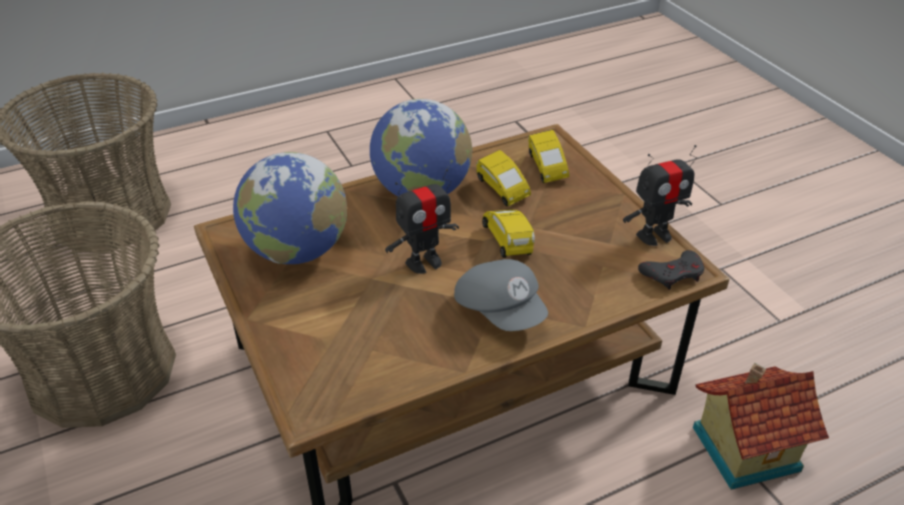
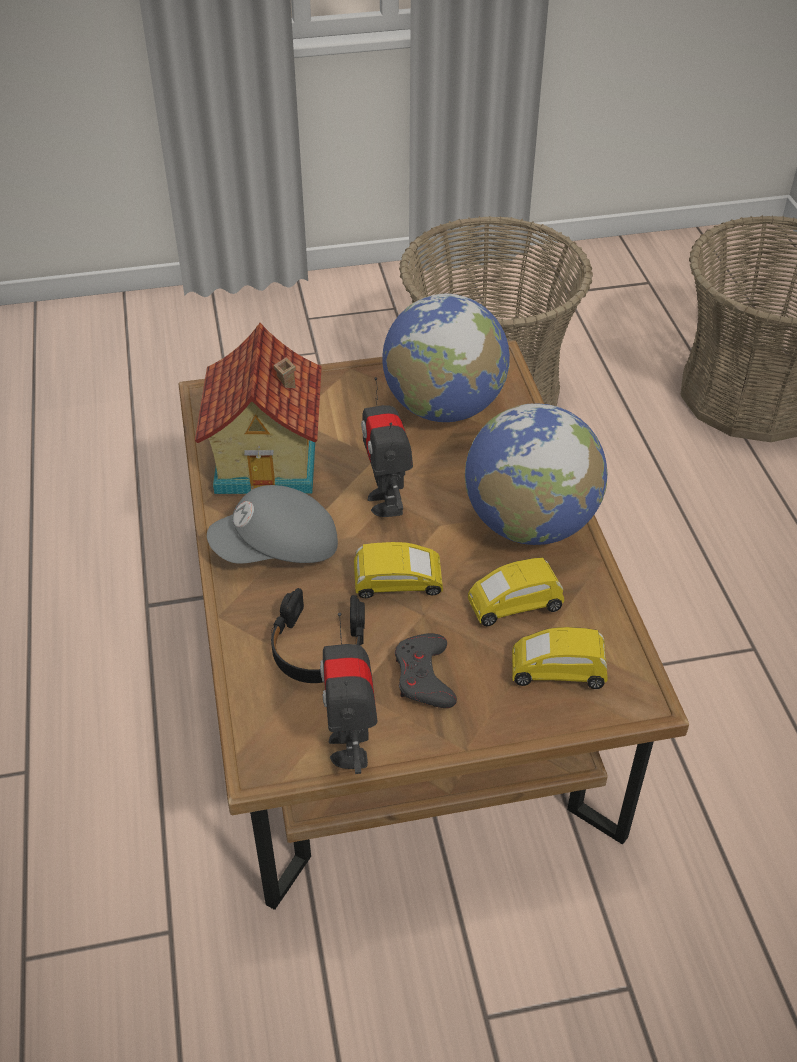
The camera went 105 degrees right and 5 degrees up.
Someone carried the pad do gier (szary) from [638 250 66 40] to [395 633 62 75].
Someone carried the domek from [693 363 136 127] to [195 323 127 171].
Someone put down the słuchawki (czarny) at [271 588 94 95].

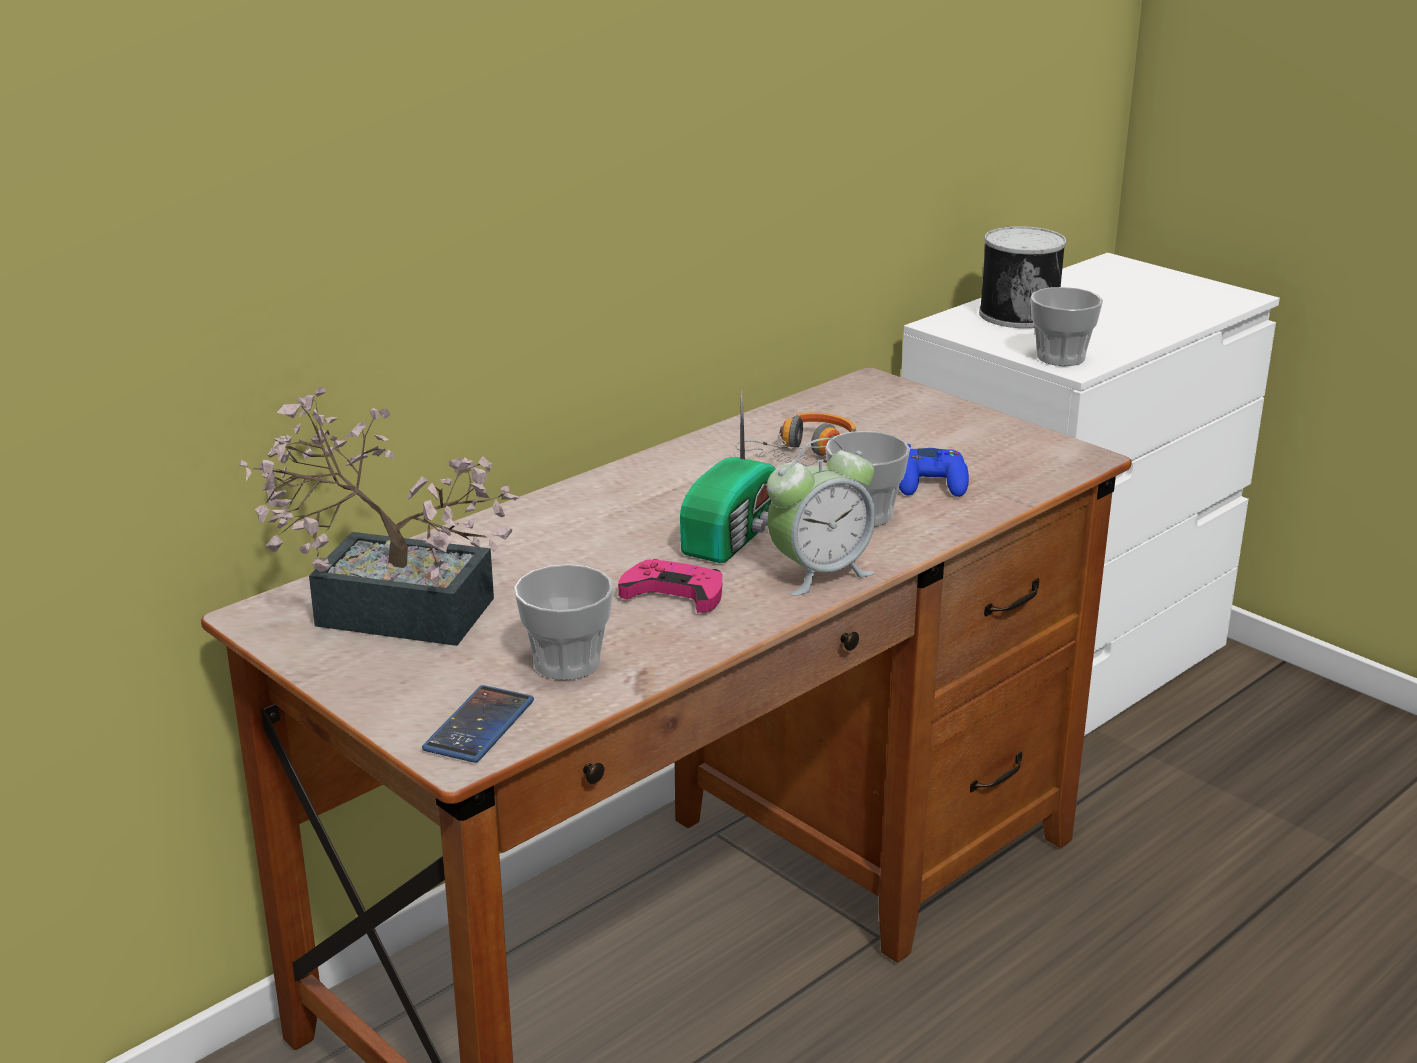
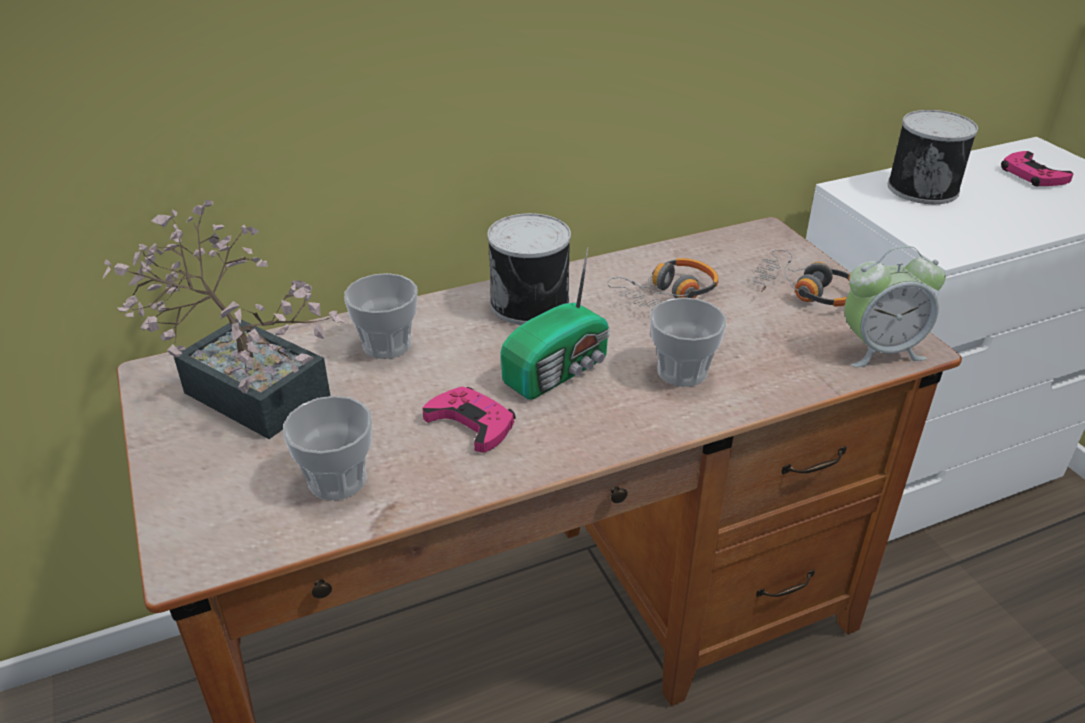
The camera went 20 degrees right and 10 degrees up.
Someone took away the telefon at [422 685 112 78].
Someone carried the budzik from [767 438 109 158] to [845 246 101 121].
Someone took away the pad do gier (niebieski) at [899 444 70 53].
Someone carried the filiżanka from [1030 287 73 79] to [344 273 74 86].
Someone put down the puszka at [487 213 84 112].
Someone put down the słuchawki at [753 250 98 57].
Someone put down the pad do gier (różowy) at [1001 151 72 35].

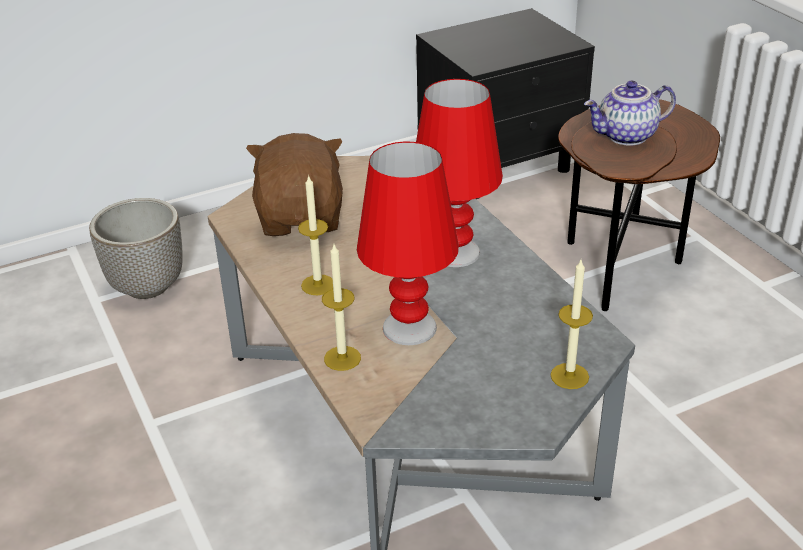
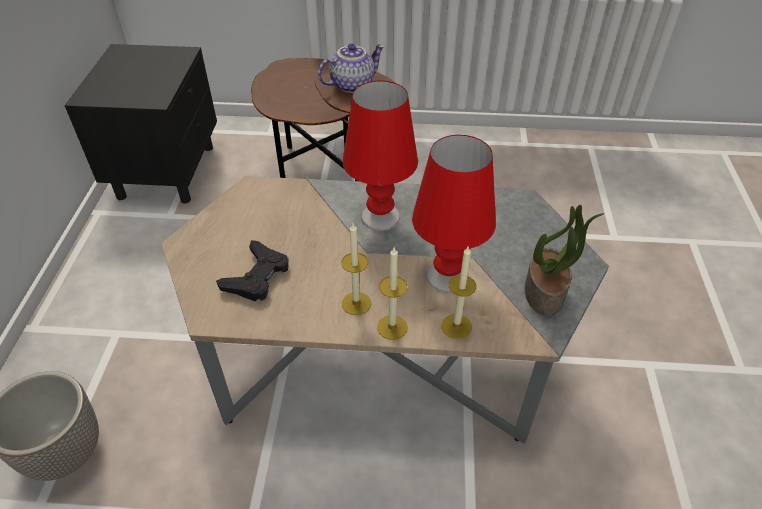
The camera went 60 degrees left and 10 degrees up.
Someone swapped the pluszak (brązowy) at [246 133 97 103] for the pad do gier (czarny) at [216 240 73 61].
Someone carried the świeca from [550 260 43 129] to [377 248 31 92].
Someone rotated the imbryk at [584 81 92 65] by 135 degrees counterclockwise.
Someone put down the roślina doniczkowa at [525 205 80 111].

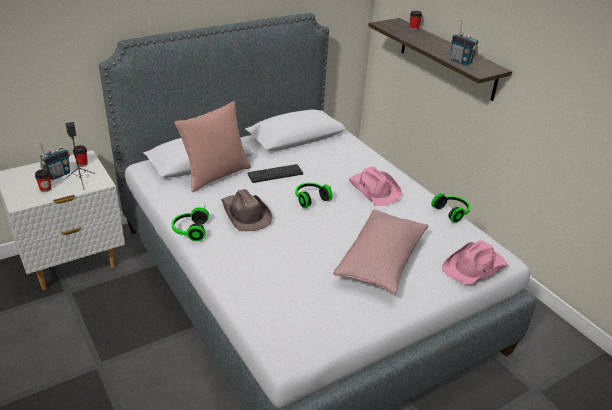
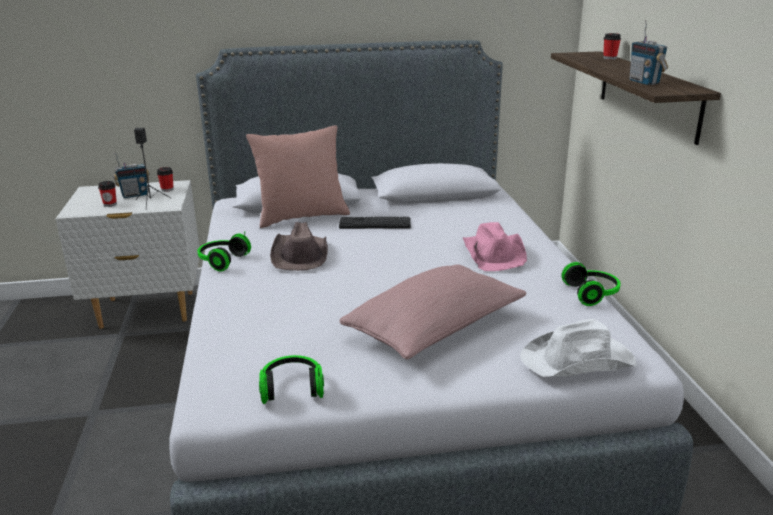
The camera went 25 degrees right and 10 degrees down.
Someone carried the słuchawki from [296 183 36 26] to [259 355 65 49].
Someone repainted the kapelusz (różowy) at [442 240 66 44], which became the kapelusz (biały) at [520 319 117 58].

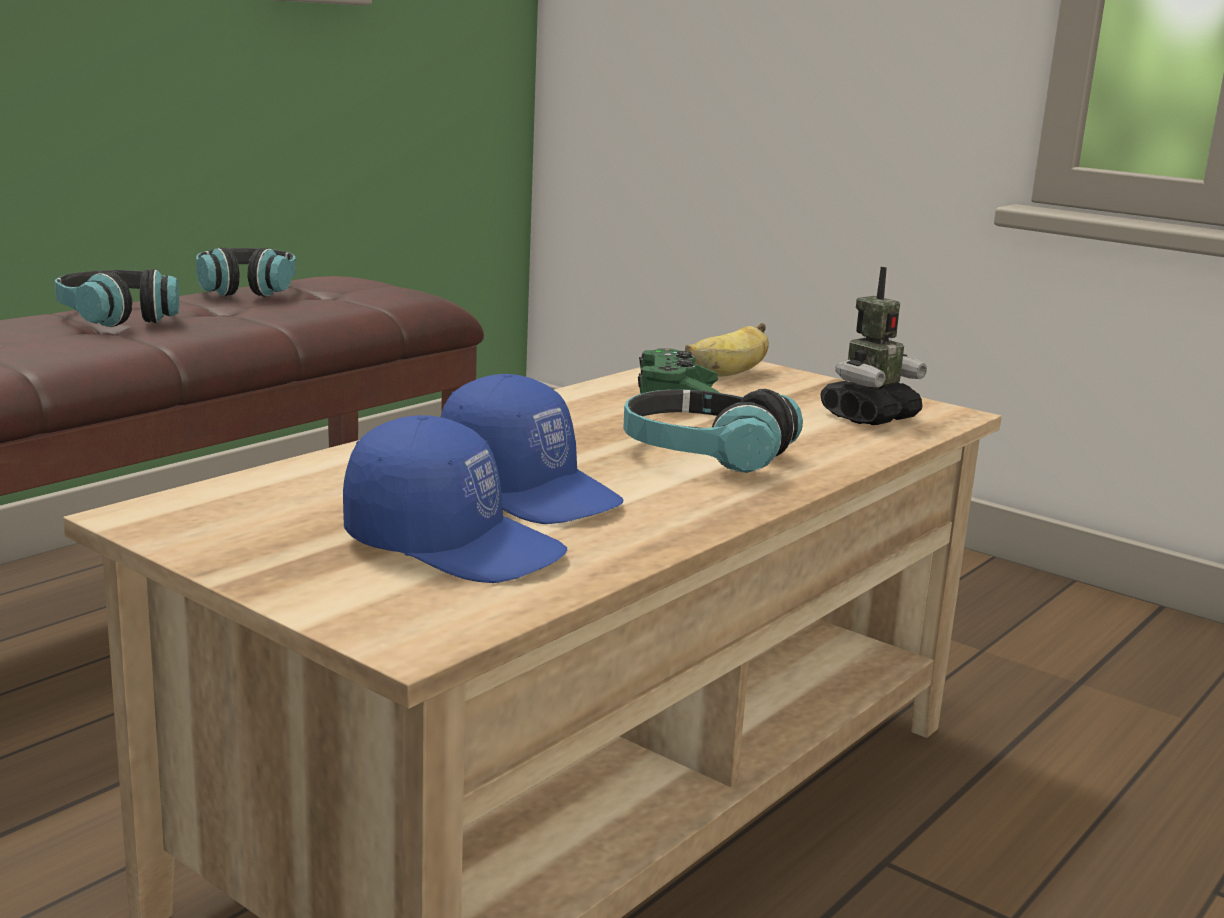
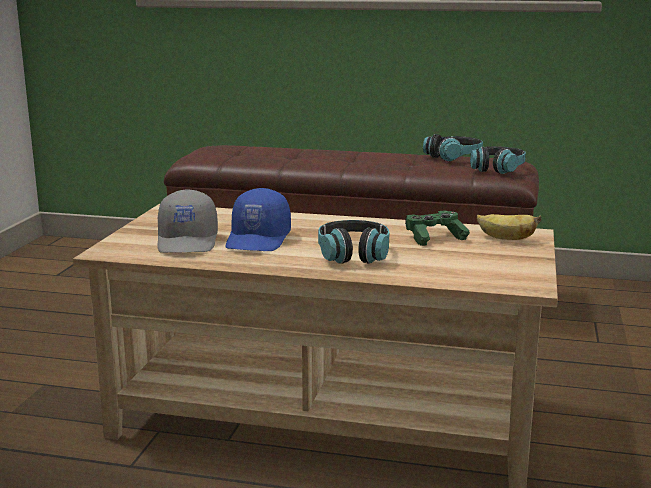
The camera went 65 degrees right and 0 degrees up.
Someone carried the słuchawki from [54 269 125 58] to [470 146 56 28].
Someone repainted the czapka z daszkiem (niebieski) at [343 415 224 168], which became the czapka z daszkiem (szary) at [157 189 61 64].
Someone took away the robot zabawkowy at [820 267 107 158].

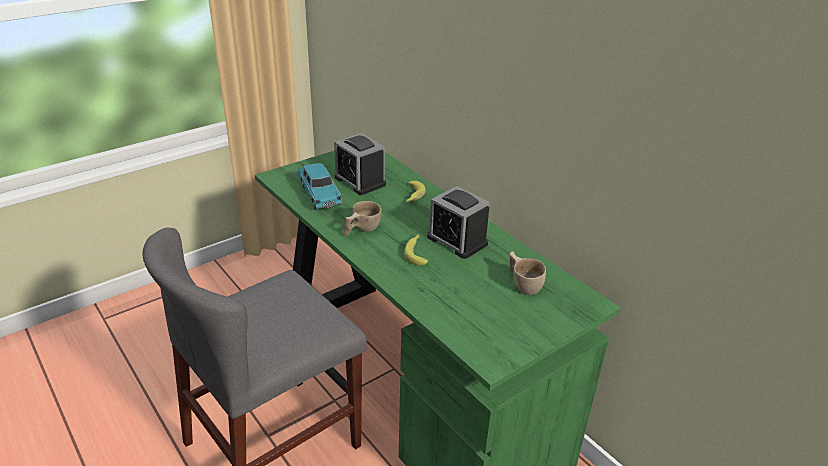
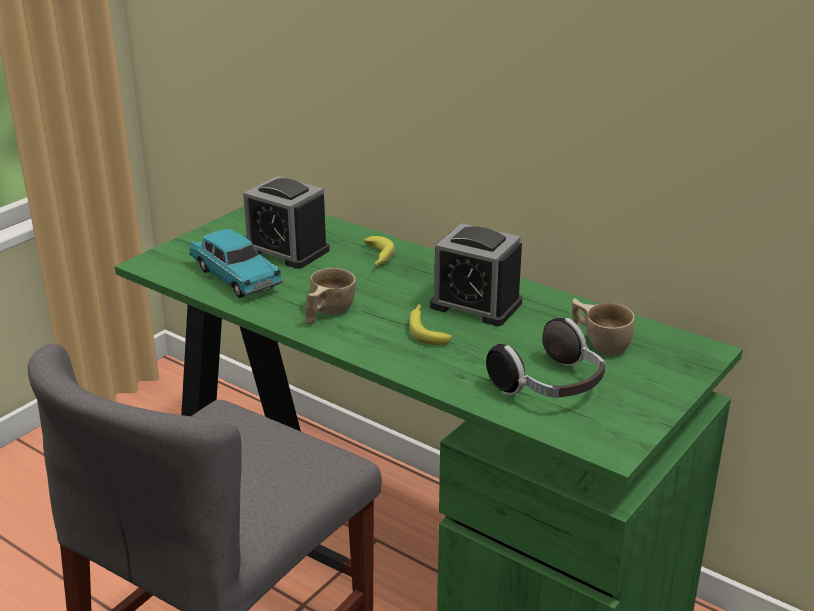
The camera went 15 degrees left and 5 degrees down.
Someone put down the słuchawki at [486 318 119 80].

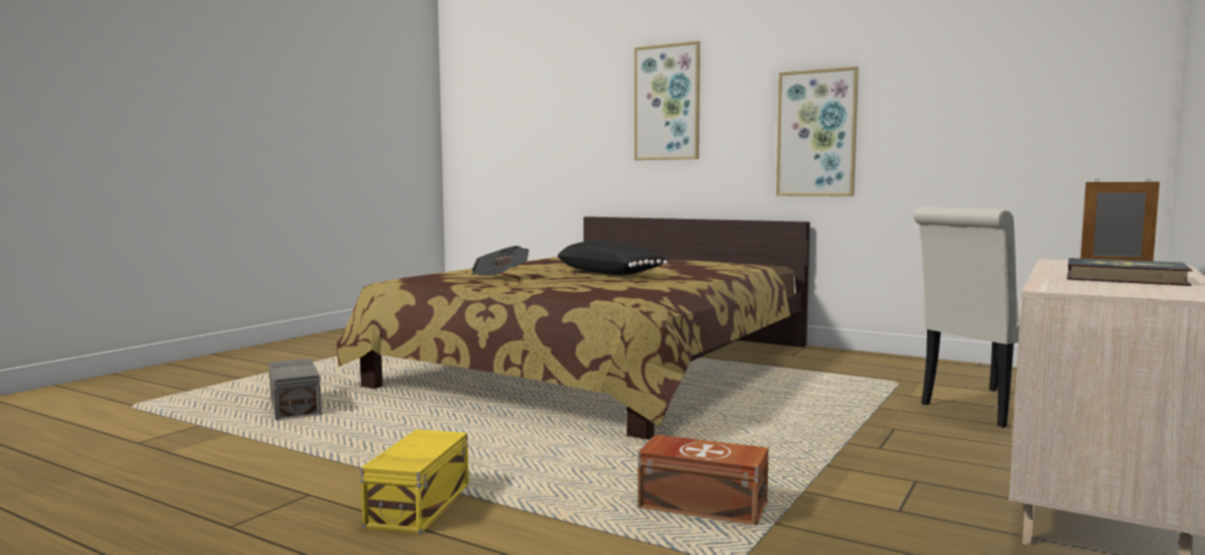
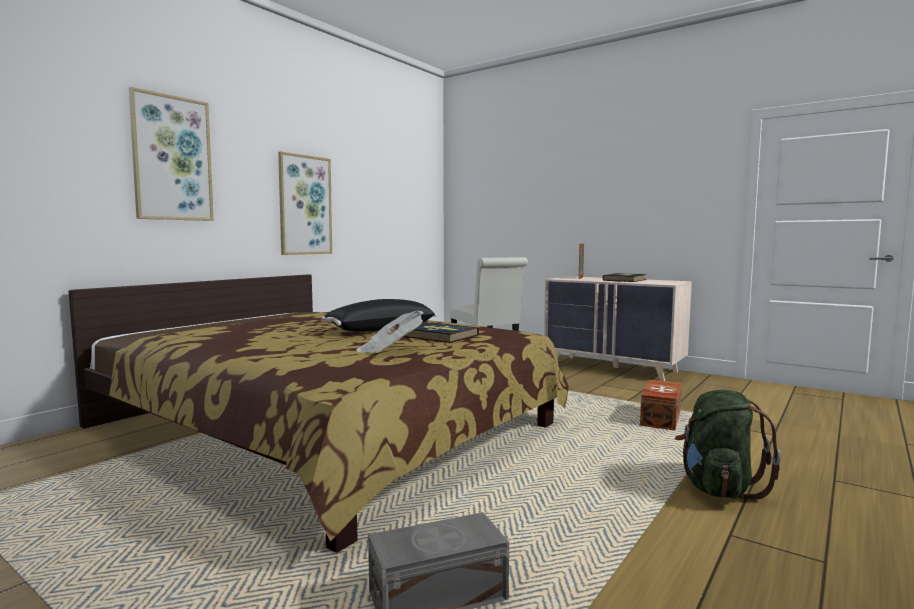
The camera went 85 degrees left and 0 degrees up.
Someone swapped the pojemnik do przechowywania (żółty) at [360 429 109 105] for the plecak (zielony) at [675 390 106 110].
Someone put down the książka at [404 322 75 21].

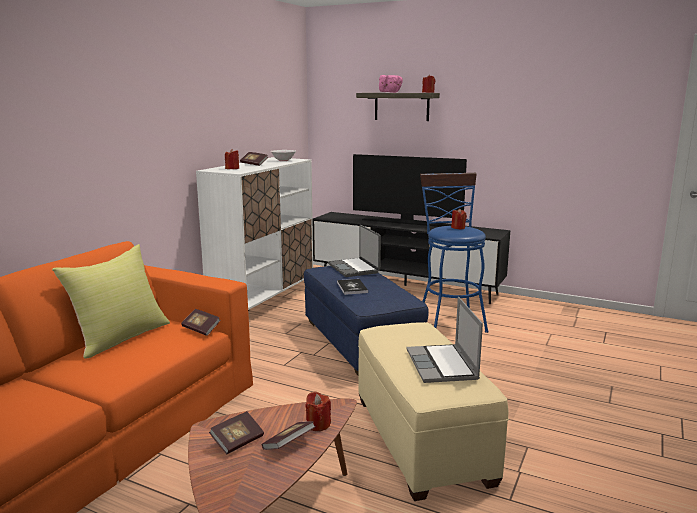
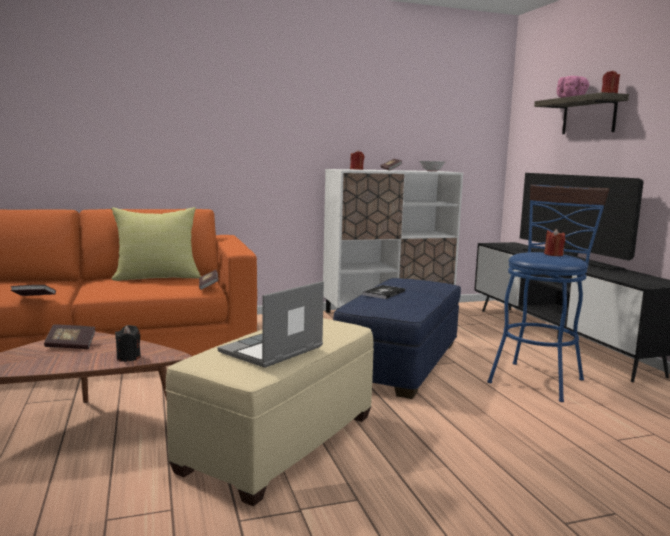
The camera went 45 degrees right and 5 degrees down.
Someone carried the książka from [262 421 54 29] to [11 285 45 11].
Someone repainted the świeca (czerwony) at [305 391 26 40], which became the świeca (czarny) at [115 325 26 37].
Someone took away the laptop at [328 225 53 52].

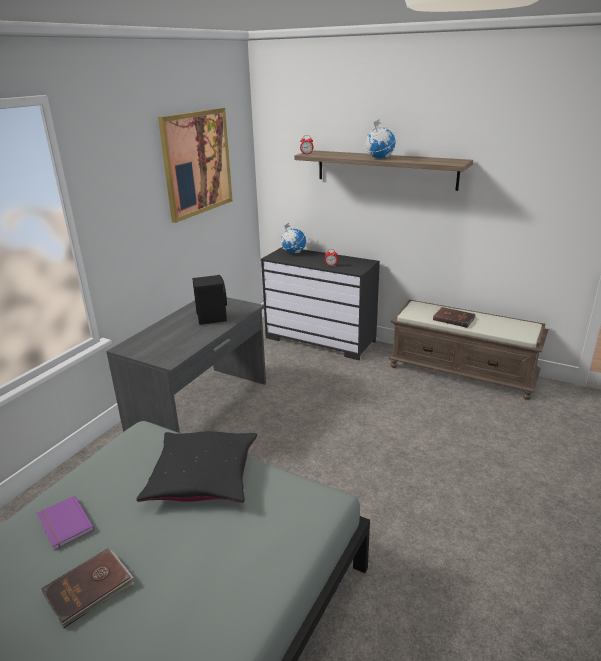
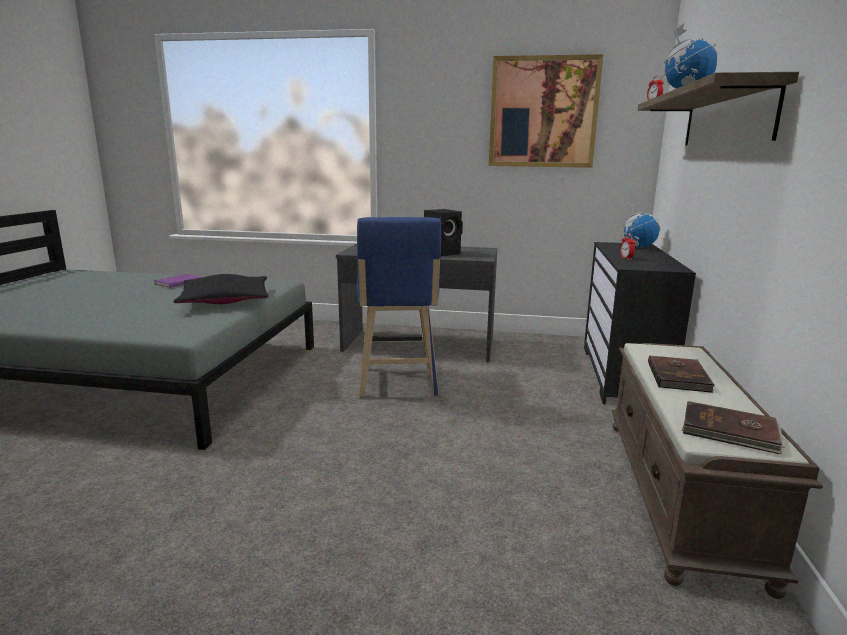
The camera went 70 degrees right and 10 degrees down.
Someone carried the książka (brązowy) from [42 548 93 80] to [682 401 103 53].
Someone put down the stołek (niebieski) at [357 217 84 181].

